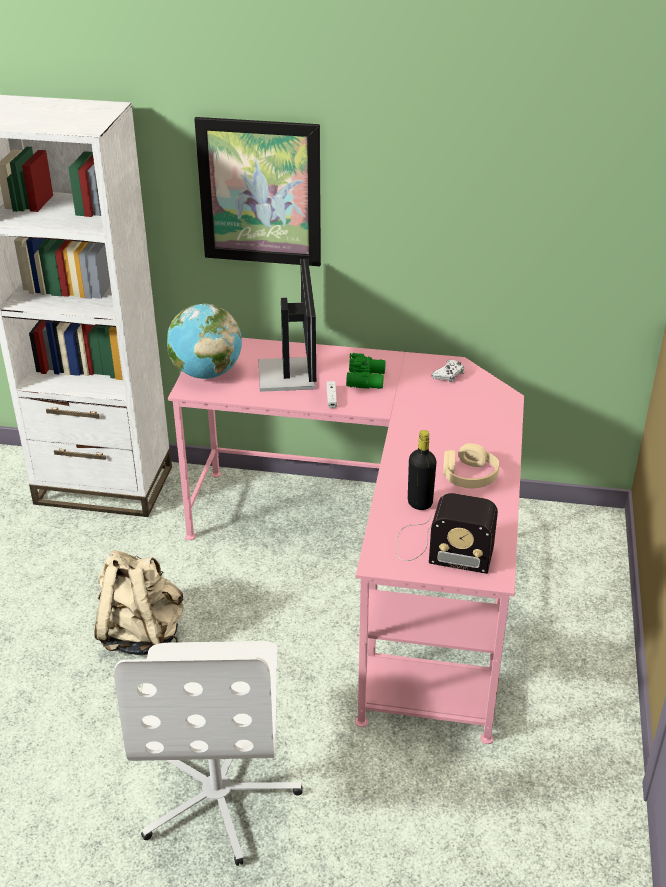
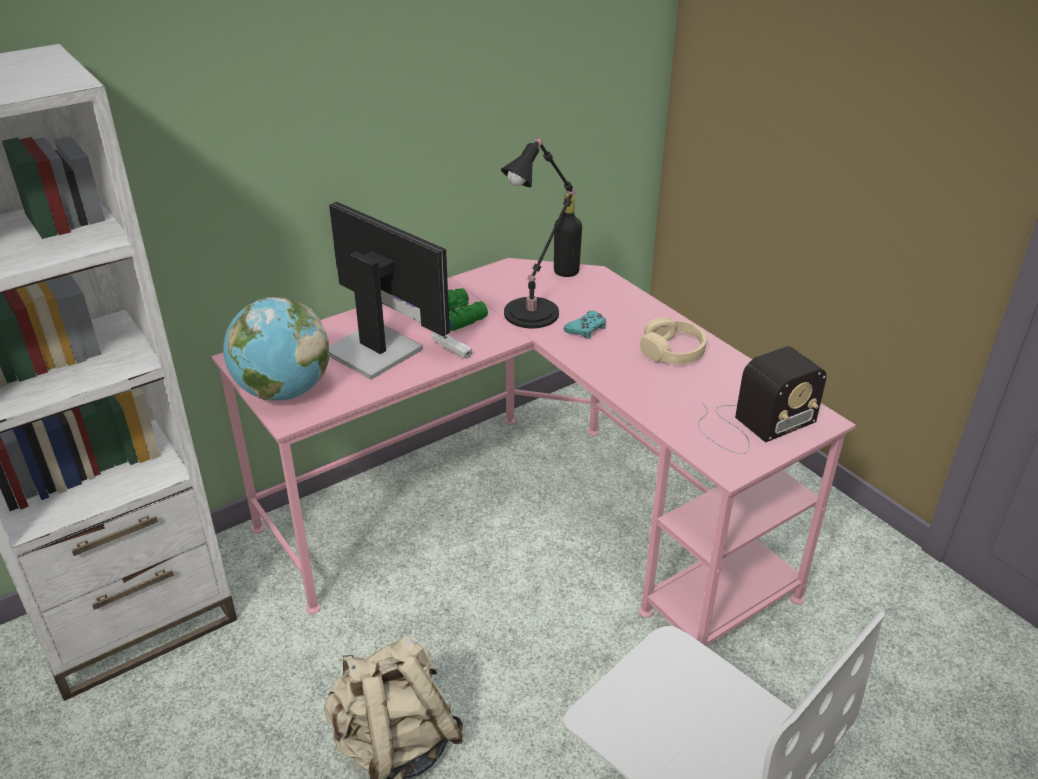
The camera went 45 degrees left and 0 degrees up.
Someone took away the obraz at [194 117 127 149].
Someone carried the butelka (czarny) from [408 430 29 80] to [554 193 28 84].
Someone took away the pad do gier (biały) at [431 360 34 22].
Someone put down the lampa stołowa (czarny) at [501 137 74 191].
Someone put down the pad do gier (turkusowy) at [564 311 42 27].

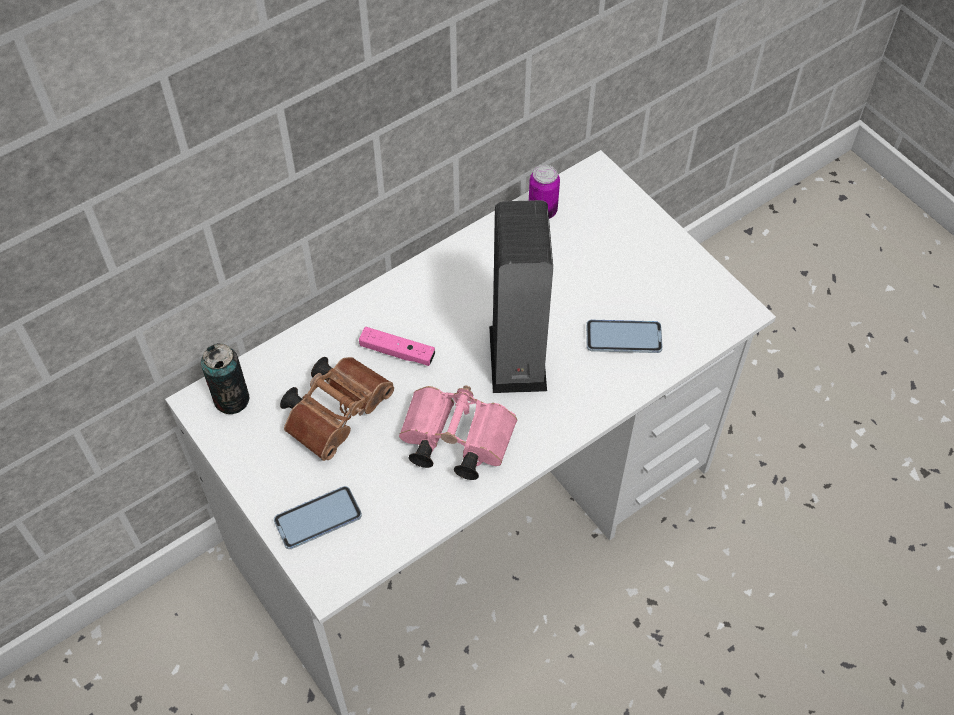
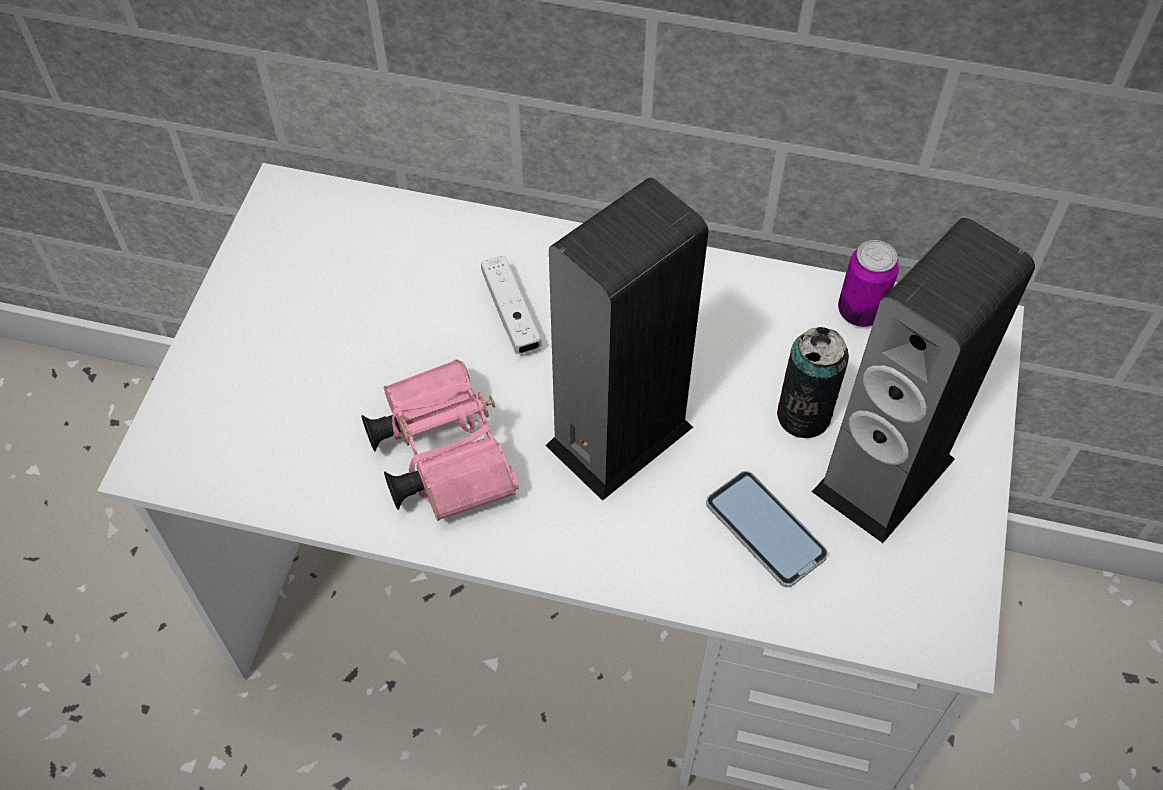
The camera went 50 degrees right and 0 degrees up.
Someone carried the puszka from [201 343 48 71] to [777 327 72 111].
Someone took away the telefon at [274 486 88 63].
Someone took away the lornetka (brązowy) at [280 357 114 104].
Someone repainted the pad do gier (różowy) at [359 327 76 39], which became the pad do gier (biały) at [481 256 61 98].
Someone put down the głośnik at [812 218 223 325].

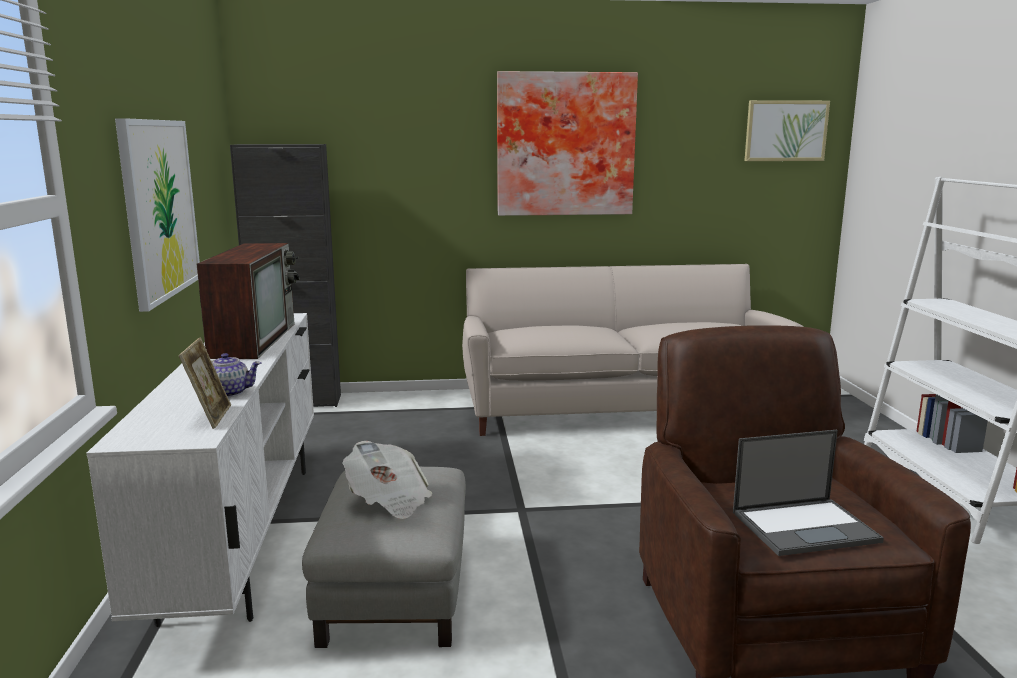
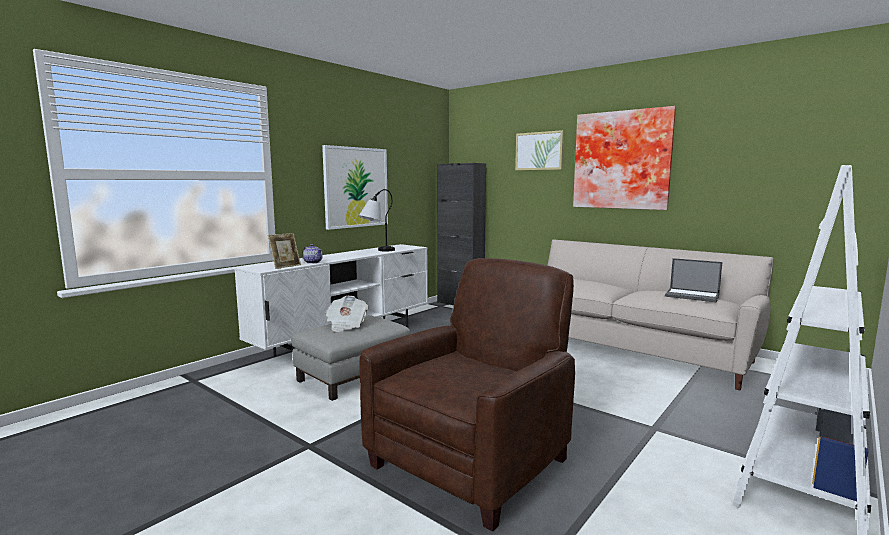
The camera went 45 degrees right and 5 degrees down.
Someone swapped the telewizor at [197 243 103 116] for the lampa stołowa at [359 189 36 62].
Someone carried the laptop from [733 430 151 126] to [665 258 58 44].
Someone carried the obraz from [744 100 86 61] to [515 130 49 40].

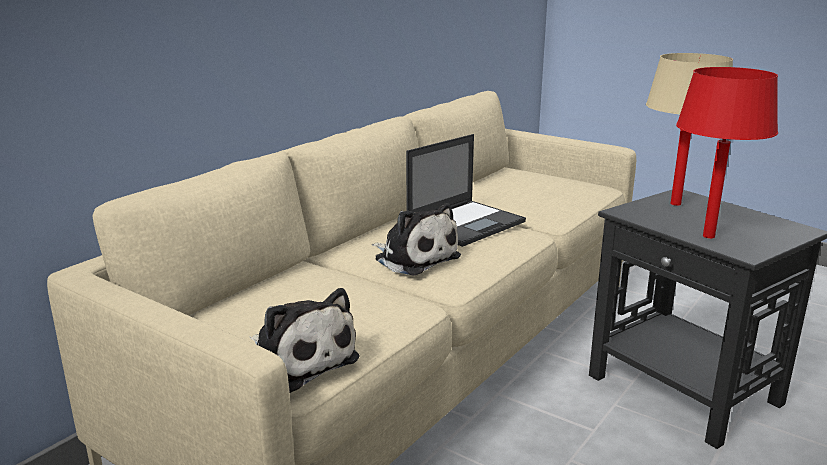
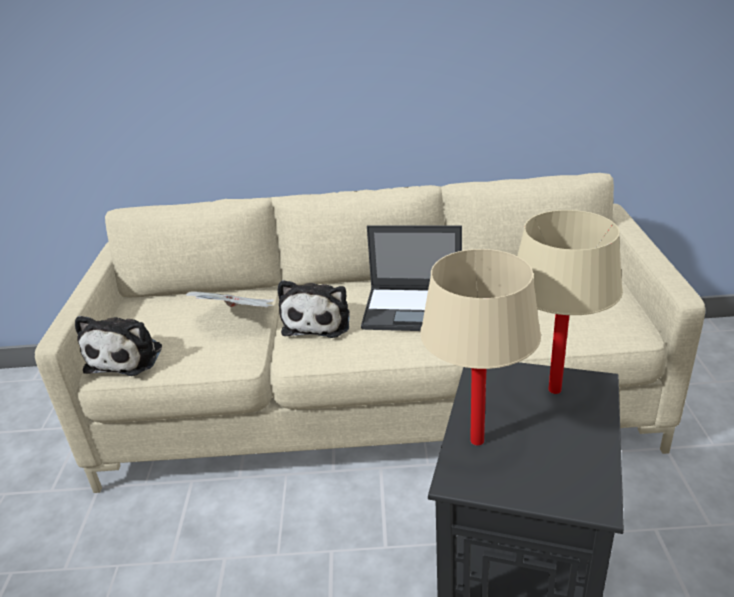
The camera went 55 degrees right and 10 degrees up.
Someone repainted the lampa stołowa (czerwony) at [676 67 102 172], which became the lampa stołowa (beżowy) at [420 249 121 197].
Someone put down the gazeta at [186 291 88 16].

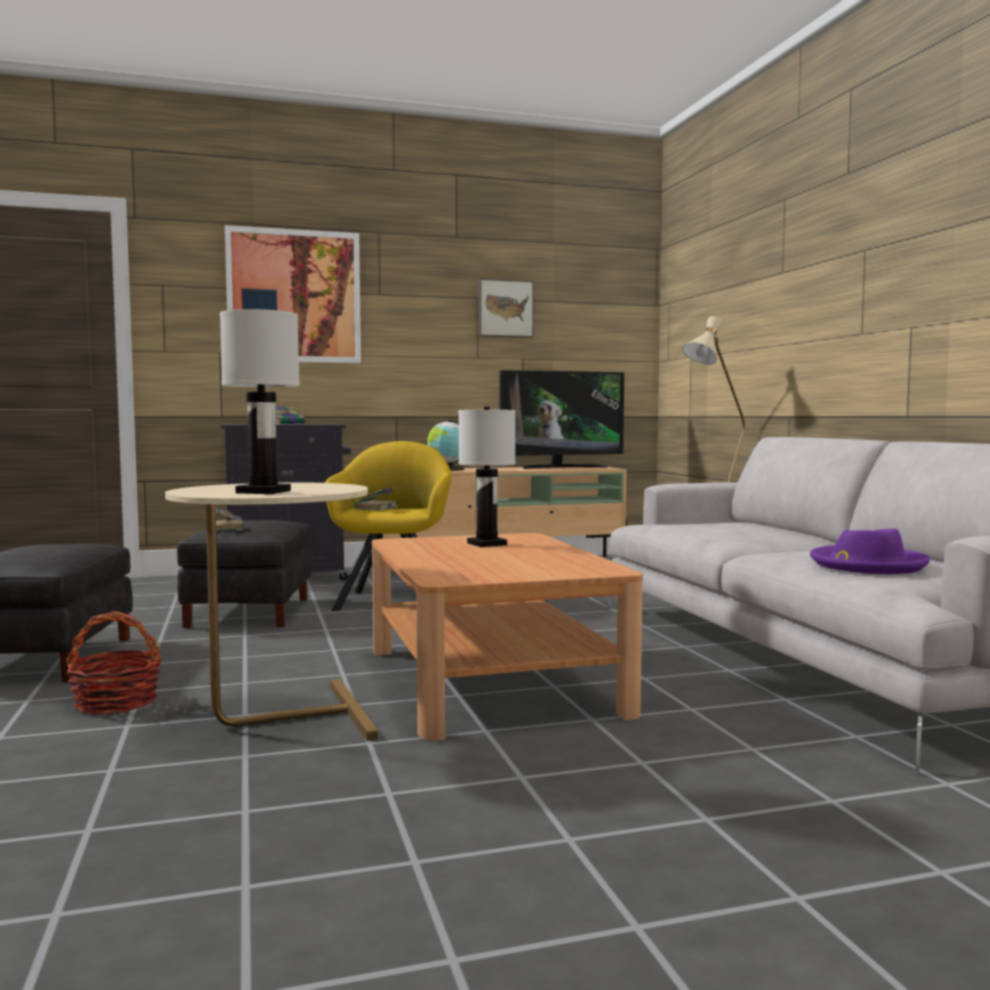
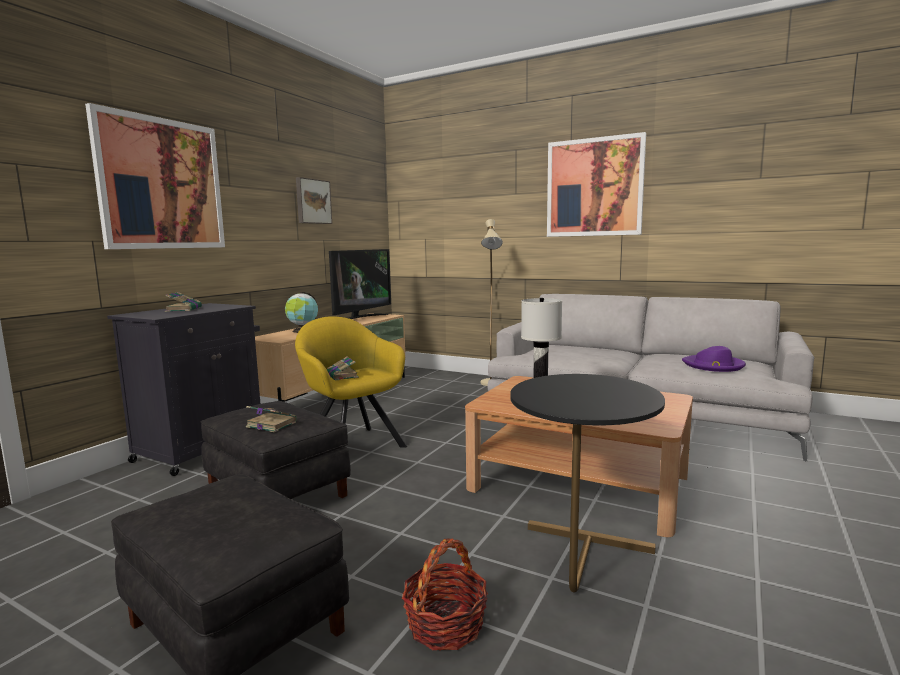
The camera went 45 degrees left and 5 degrees up.
Someone repainted the stolik (beżowy) at [165 482 213 259], which became the stolik (czarny) at [510 374 155 219].
Someone took away the lampa stołowa (biały) at [220 309 80 185].
Someone put up the obraz at [547 132 99 105].

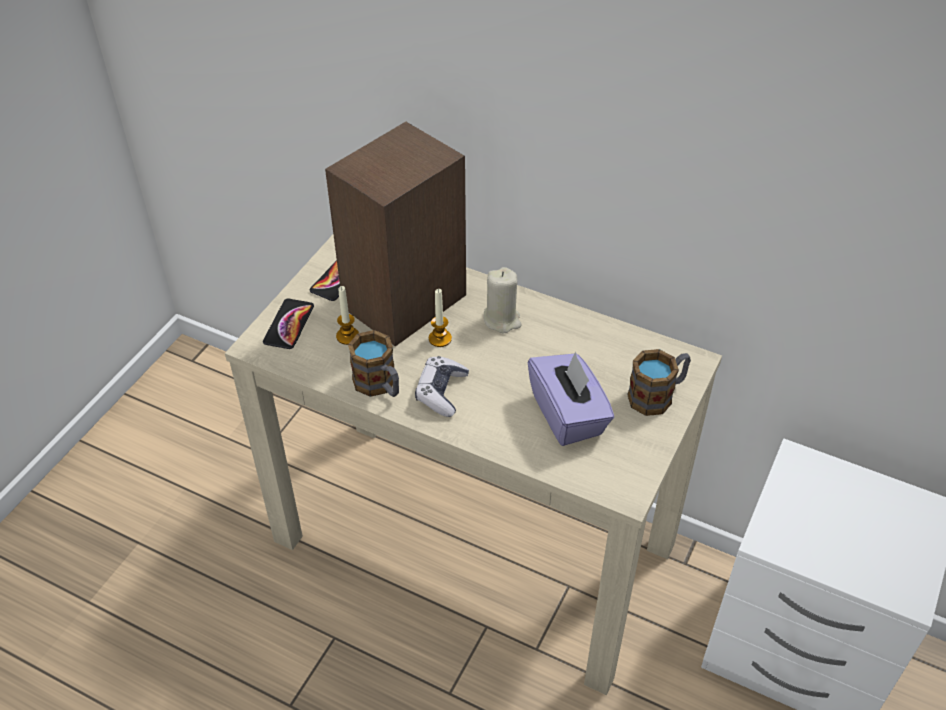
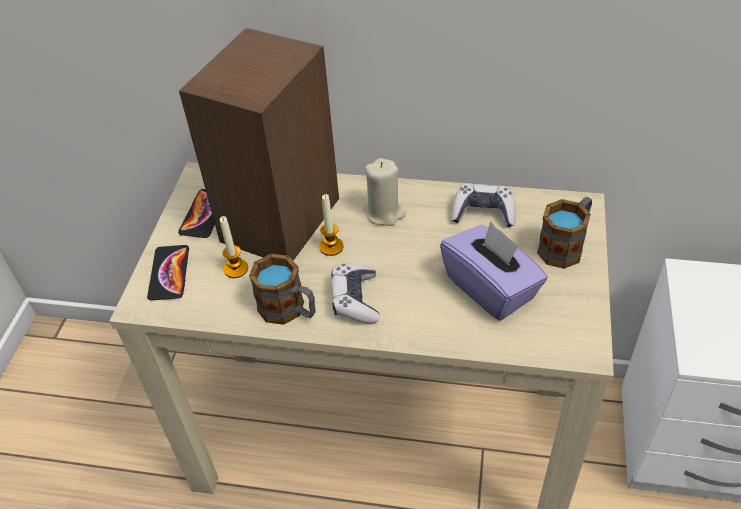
The camera went 15 degrees left and 0 degrees up.
Someone put down the pad do gier at [451 184 65 44].

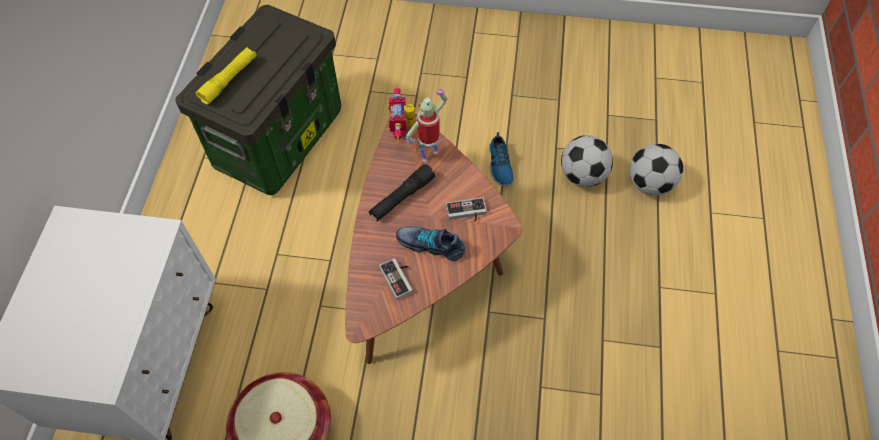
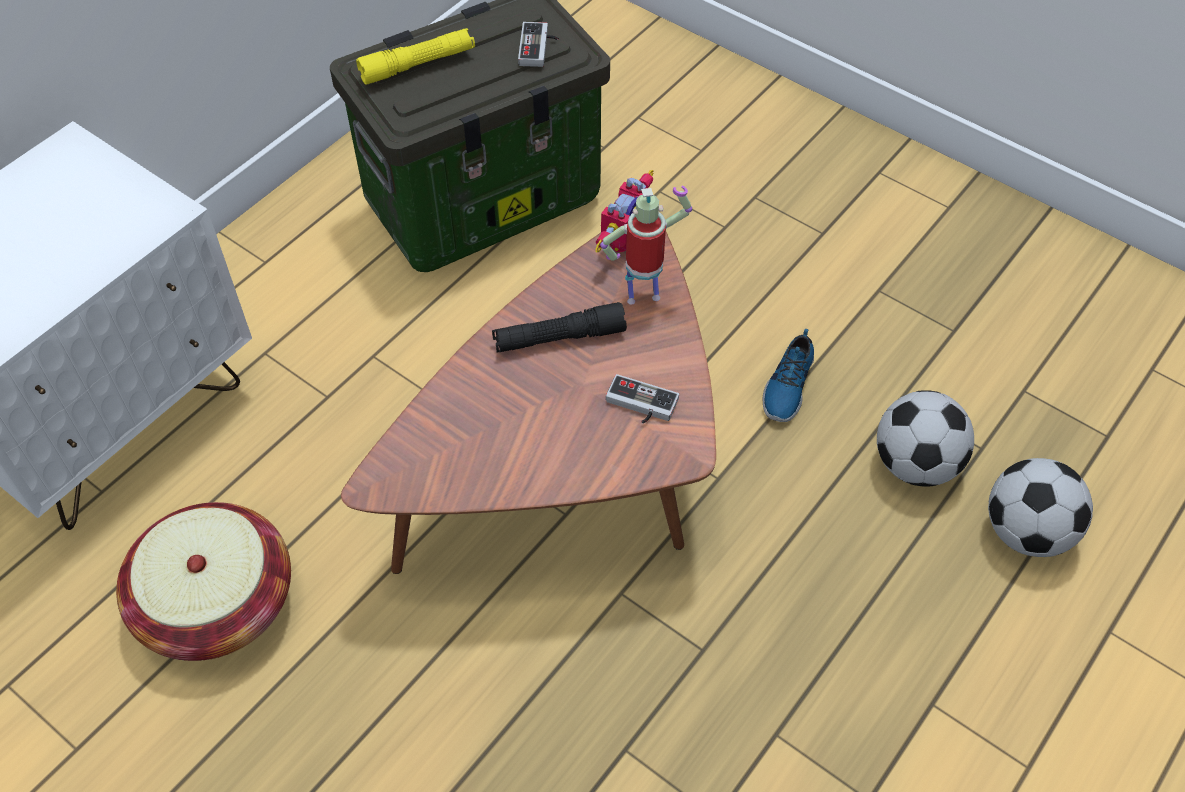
The camera went 30 degrees right and 5 degrees down.
Someone carried the pad do gier from [379 258 34 42] to [518 22 41 45].
Someone took away the but at [396 226 69 35].

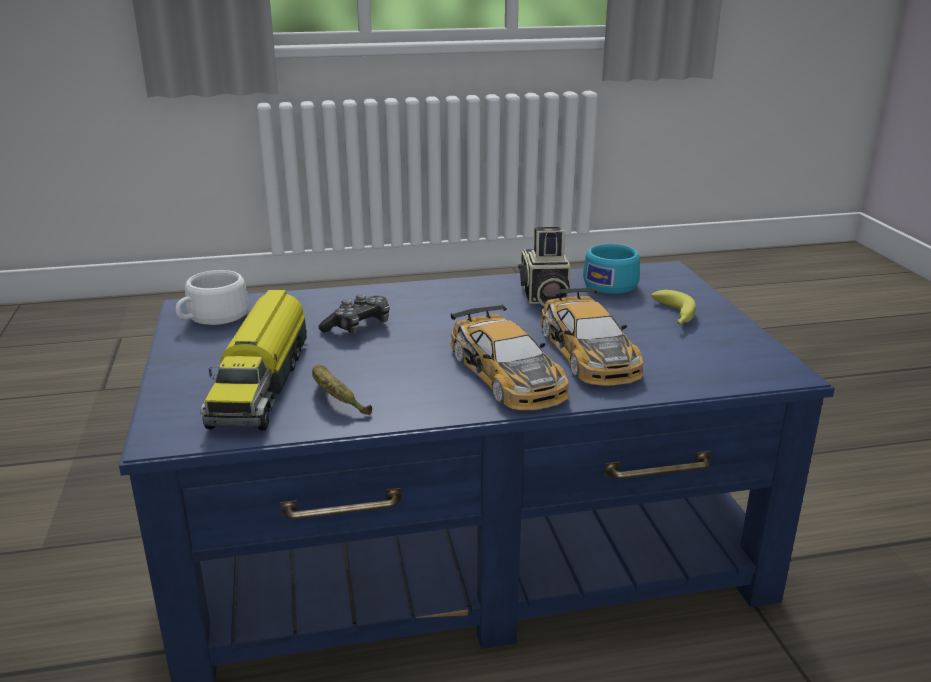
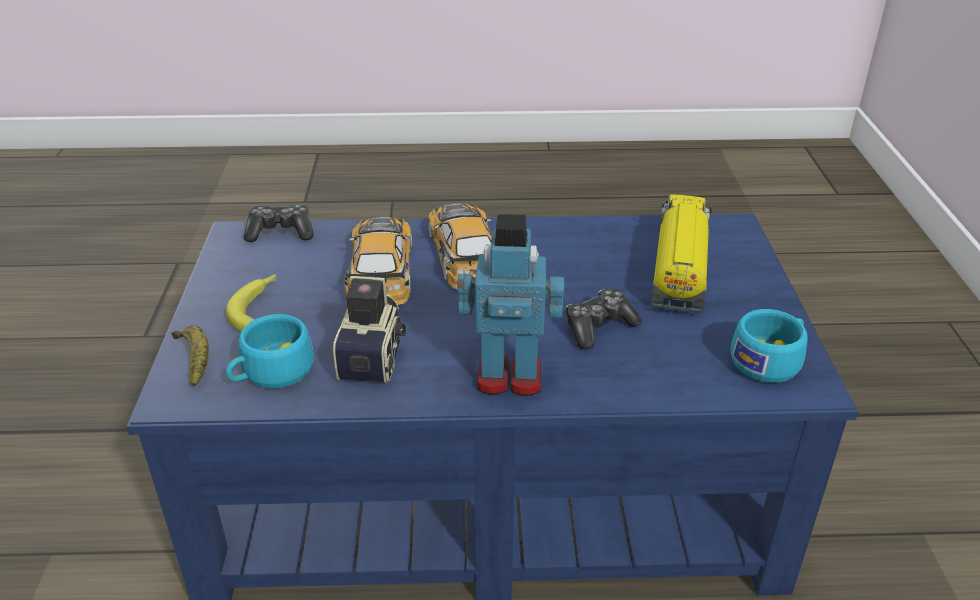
The camera went 170 degrees left and 10 degrees up.
Someone repainted the filiżanka (biały) at [176 270 73 55], which became the filiżanka (turkusowy) at [730 309 78 74].
Someone carried the banan from [312 364 60 51] to [171 325 38 62].
Someone put down the pad do gier at [244 204 70 38].
Someone put down the robot zabawkowy at [457 214 107 182].

